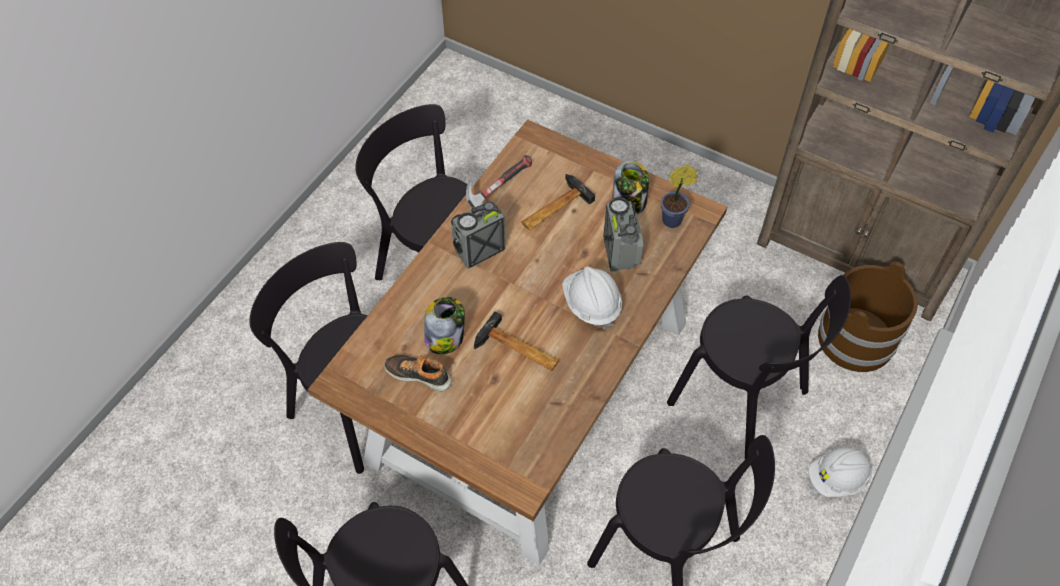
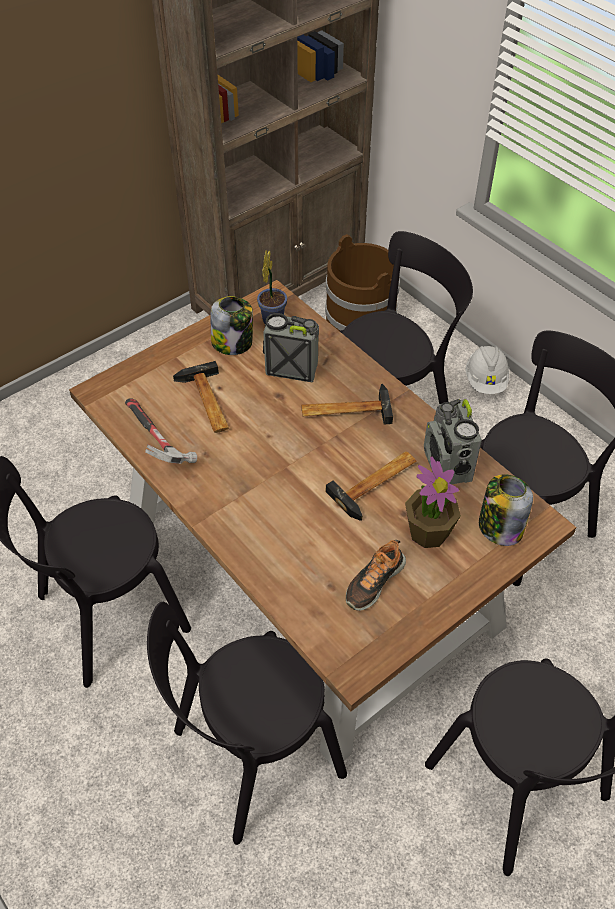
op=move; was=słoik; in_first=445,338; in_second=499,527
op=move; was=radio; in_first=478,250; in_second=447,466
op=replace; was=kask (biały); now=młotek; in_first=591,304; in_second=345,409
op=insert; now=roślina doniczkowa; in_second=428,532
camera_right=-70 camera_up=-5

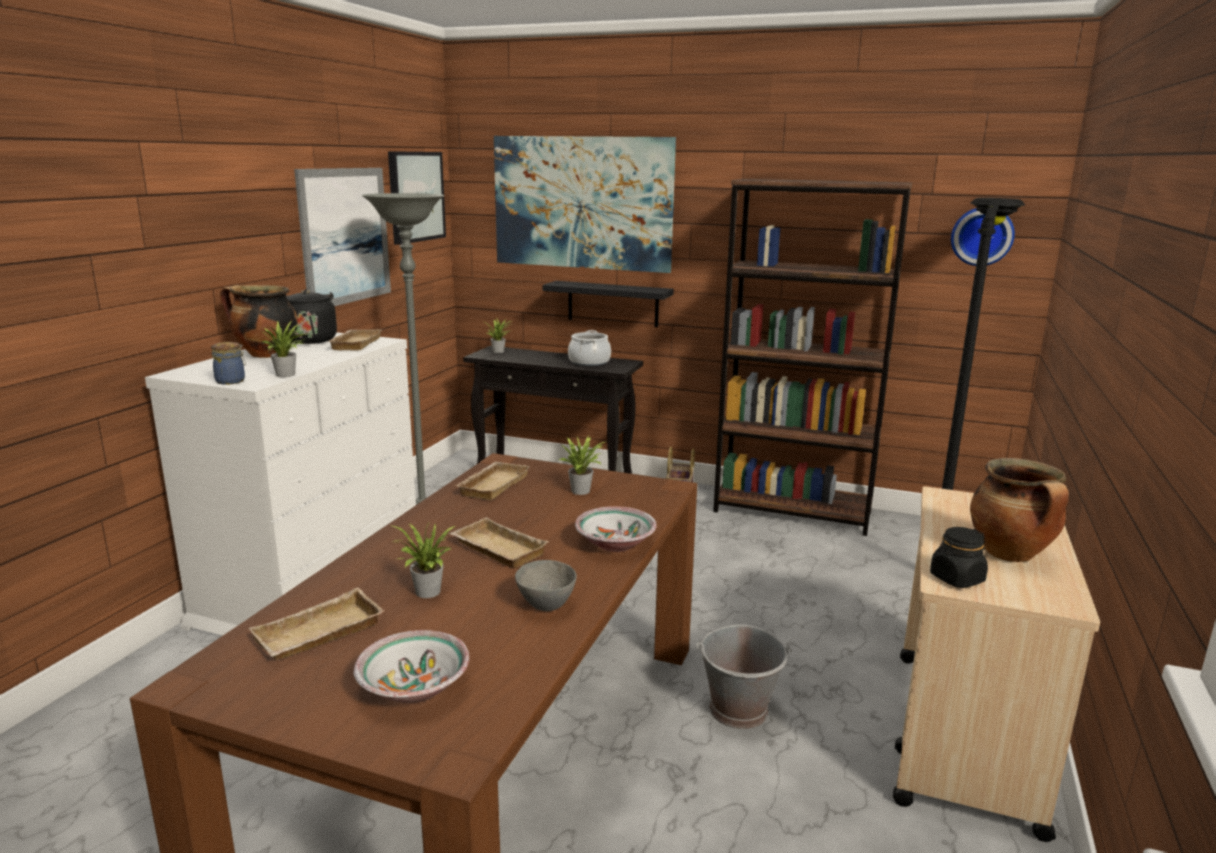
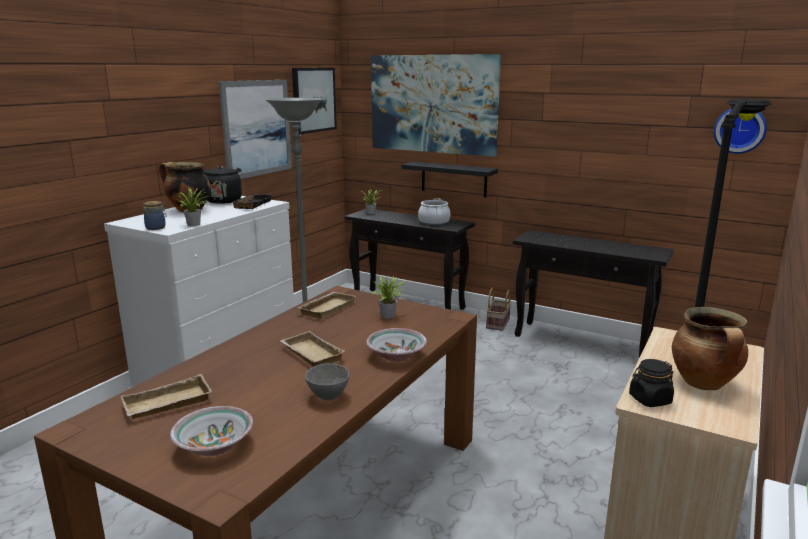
op=recolor; was=taca (beżowy); now=taca (czarny); in_first=354,344; in_second=251,204
op=delete; was=roślina doniczkowa; in_first=426,593
op=delete; was=wiadro (szary); in_first=739,710
op=replace; was=regał (brązowy); now=stolik konsolowy (czarny); in_first=793,511; in_second=583,342
camera_right=10 camera_up=0

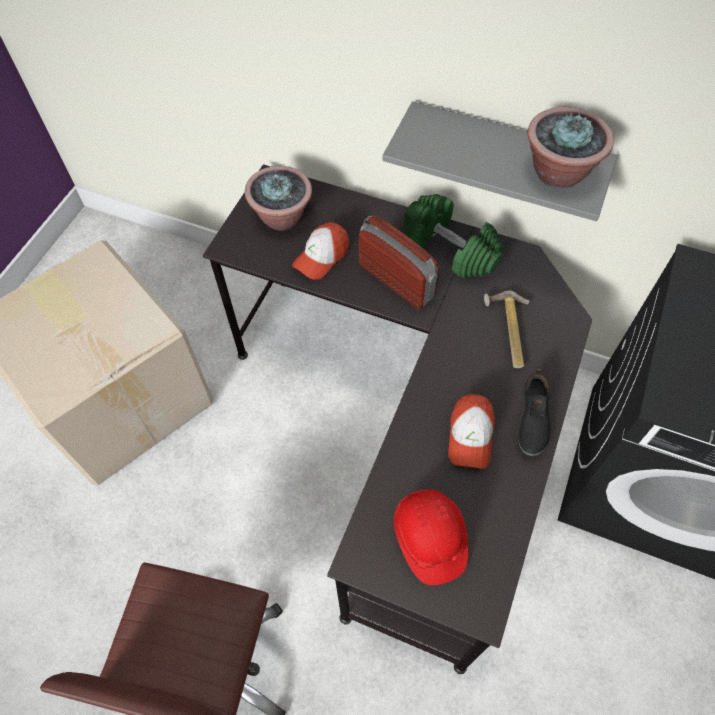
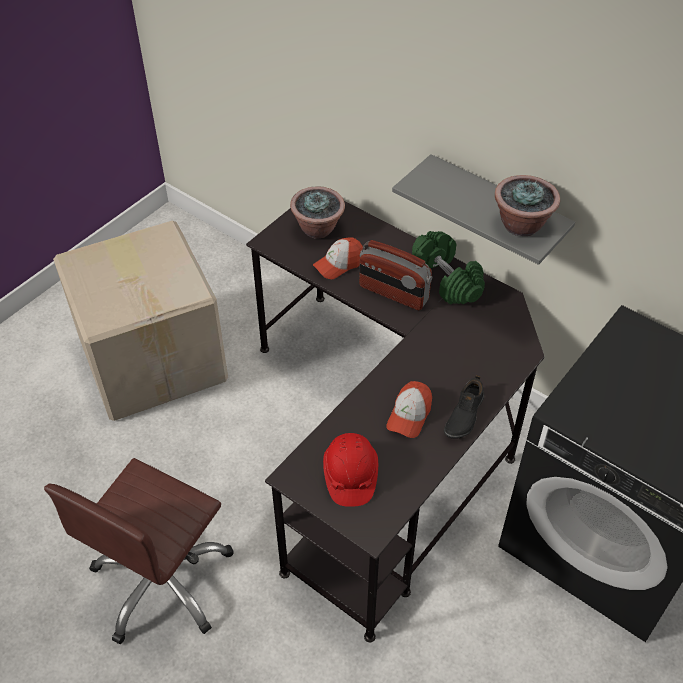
op=rotate; was=radio; in_first=397,280; in_second=393,293; clockwise=150
op=delete; was=młotek; in_first=507,331
camera_right=15 camera_up=-10

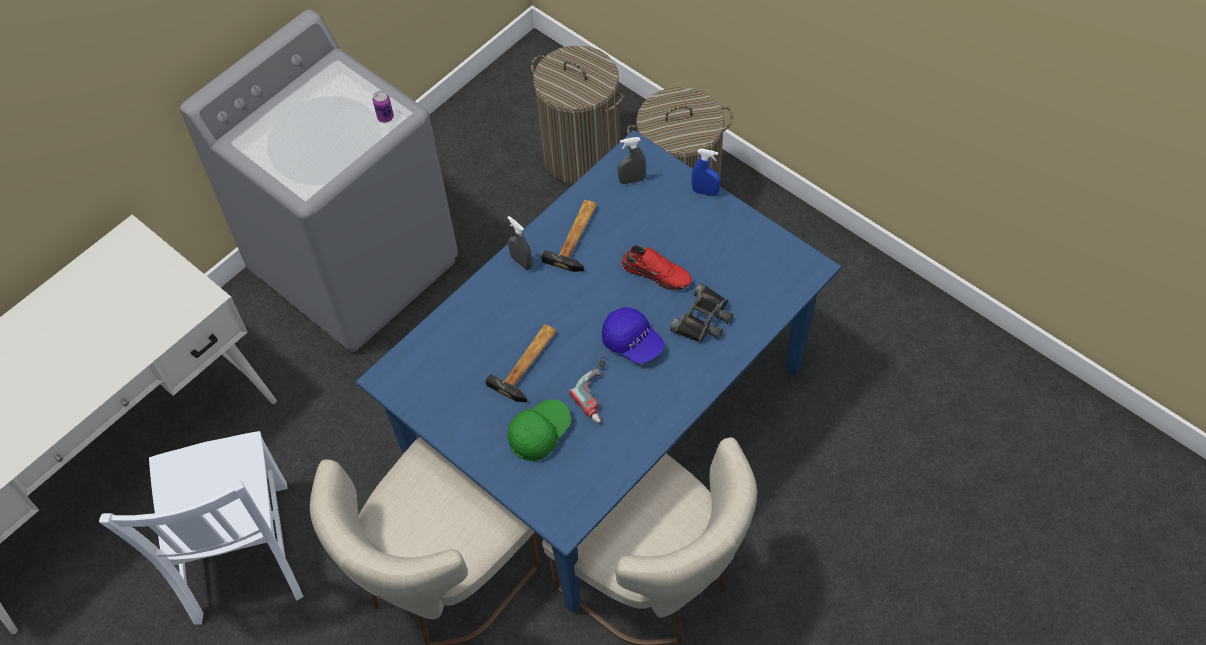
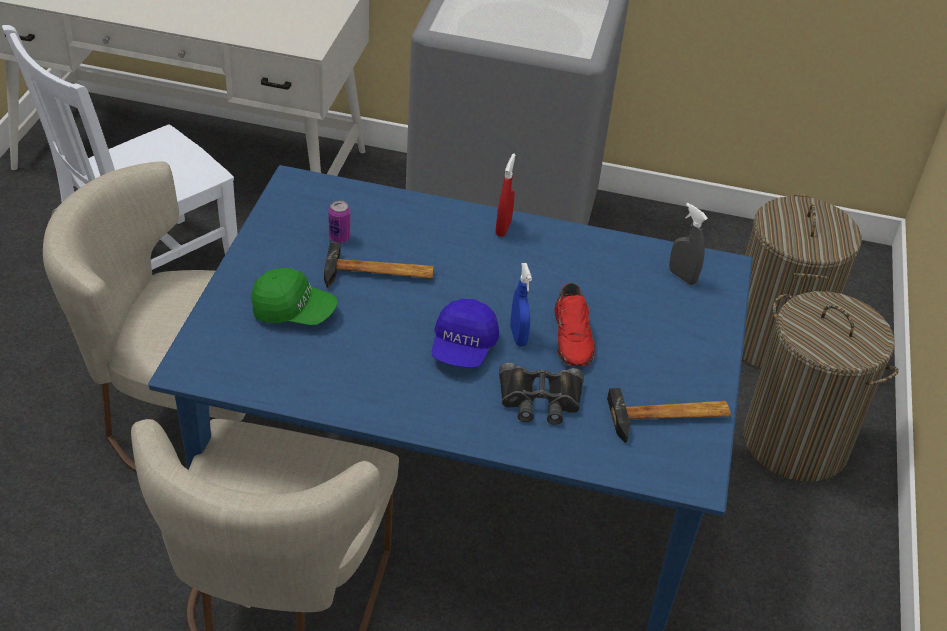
op=move; was=puszka; in_first=385,117; in_second=339,238
op=recolor; was=spryskiwacz (szary); now=spryskiwacz (czerwony); in_first=521,262; in_second=503,228
op=move; was=młotek; in_first=577,236; in_second=670,418
op=delete; was=wiertarka; in_first=600,392
op=move; was=spryskiwacz (niebieski); in_first=705,192; in_second=518,336
camera_right=55 camera_up=-15

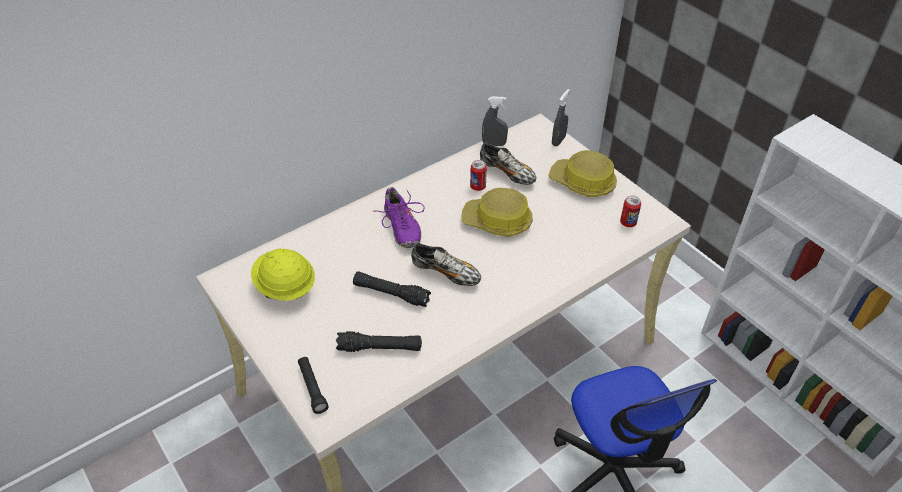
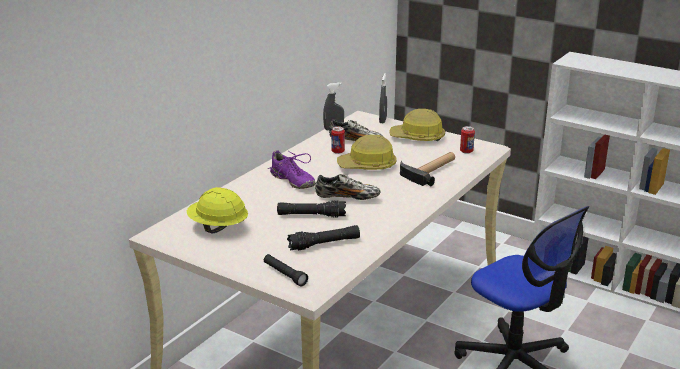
op=insert; now=młotek; in_second=431,170
camera_right=-20 camera_up=-20

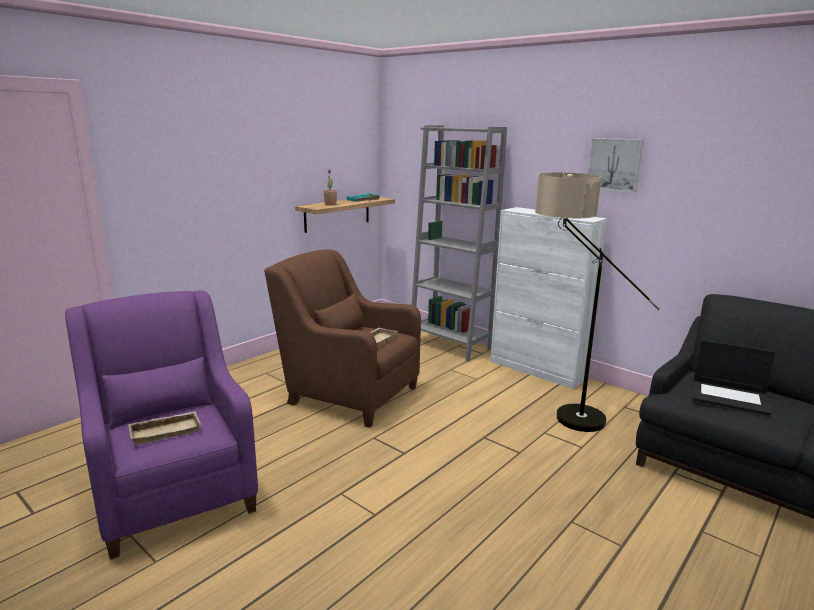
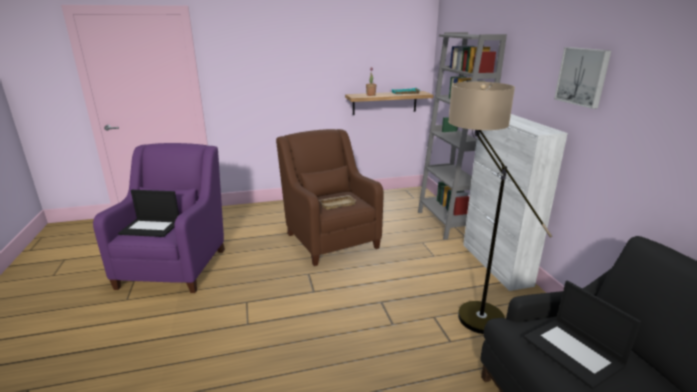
op=replace; was=taca (beżowy); now=laptop; in_first=166,430; in_second=151,227
camera_right=35 camera_up=5

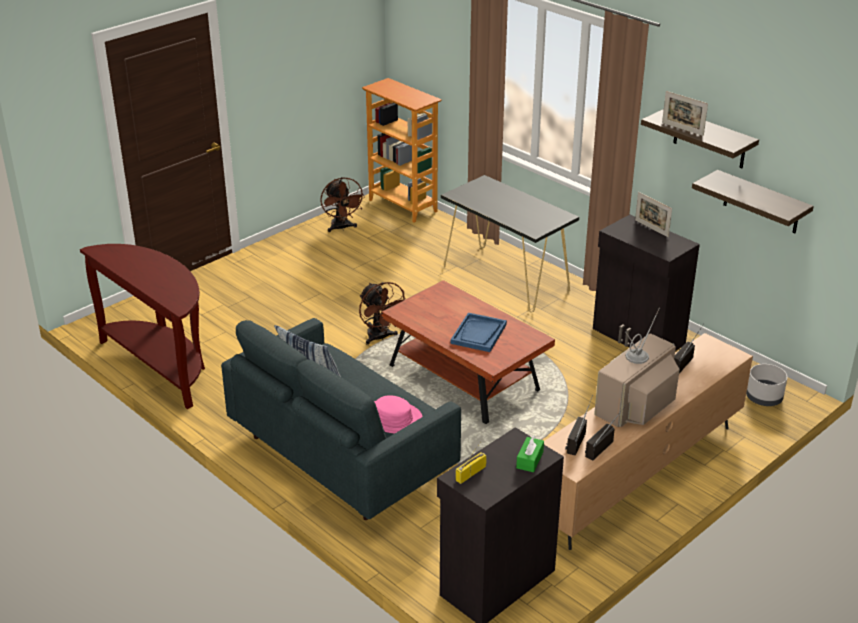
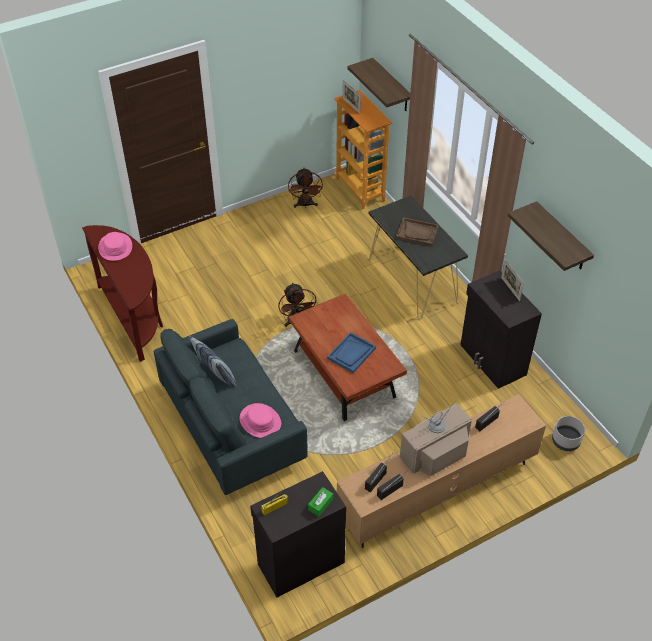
op=move; was=ramka na zdjęcie; in_first=682,129; in_second=351,106
op=move; was=półka; in_first=761,203; in_second=391,86
op=insert; now=kapelusz (różowy); in_second=115,247
op=insert; now=taca (brązowy); in_second=417,233
camera_right=15 camera_up=15

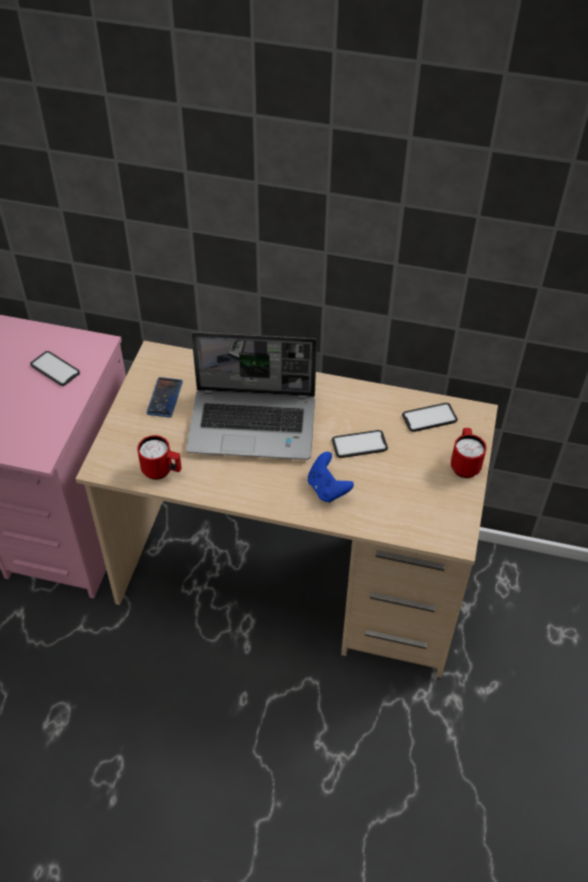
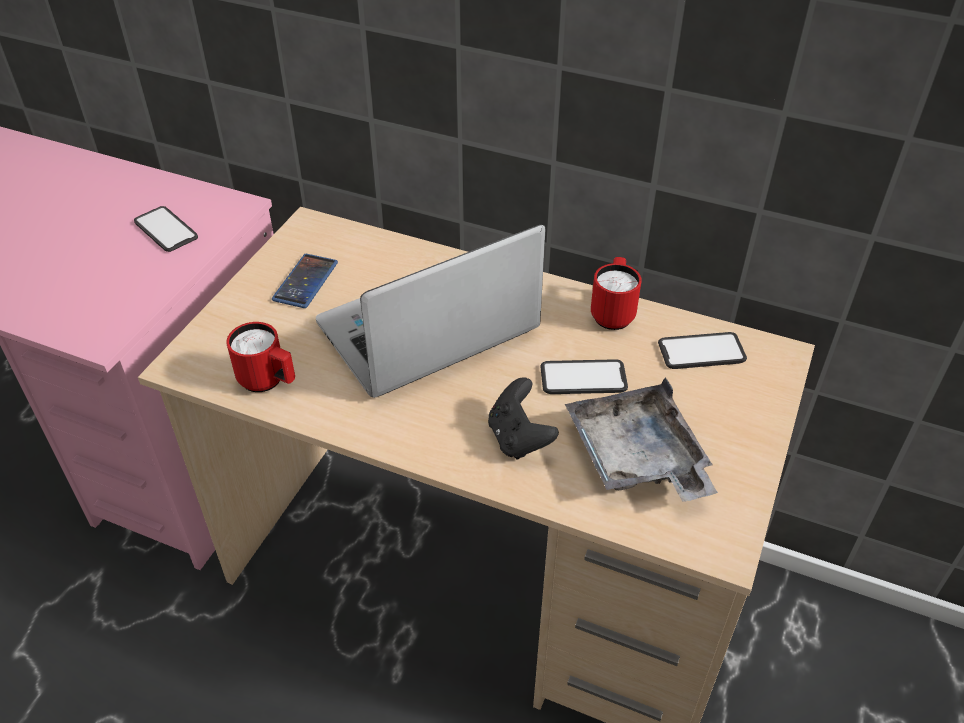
op=rotate; was=laptop; in_first=254,424; in_second=426,331; clockwise=135
op=recolor; was=pad do gier (niebieski); now=pad do gier (czarny); in_first=327,489; in_second=519,438
op=move; was=kubek (czerwony); in_first=464,464; in_second=613,313
op=insert; now=taca (szary); in_second=637,457
camera_right=10 camera_up=-5

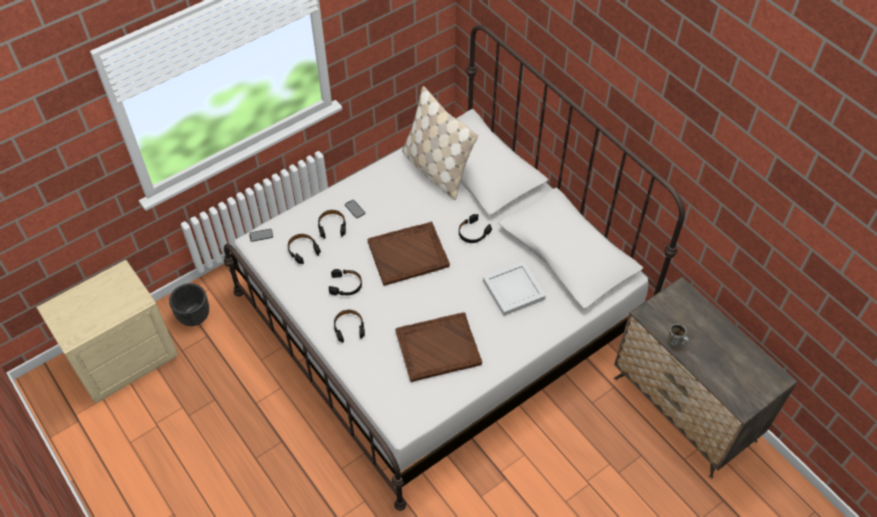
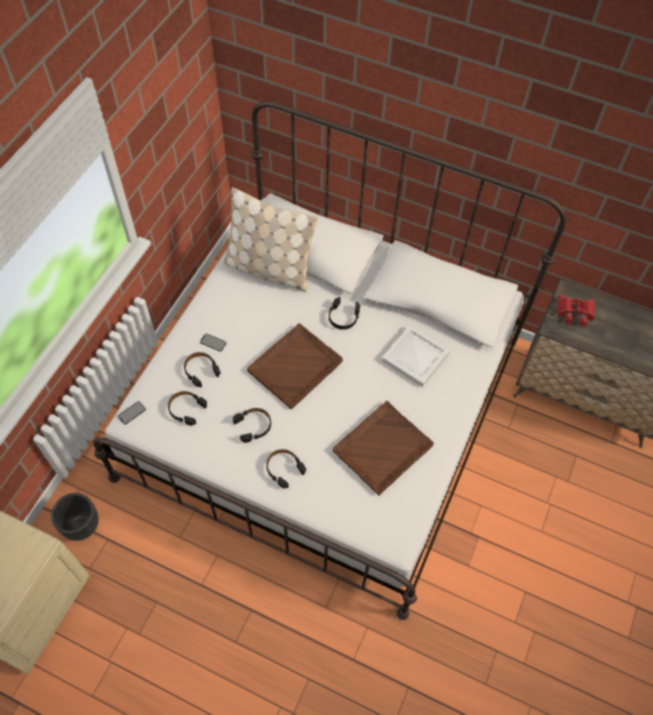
op=delete; was=kubek; in_first=676,342
op=insert; now=lornetka (czerwony); in_second=574,313
camera_right=-30 camera_up=5

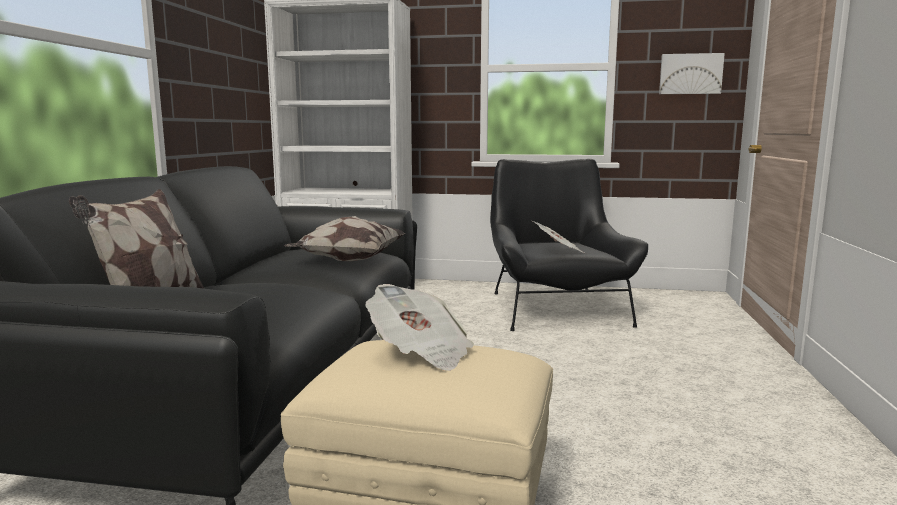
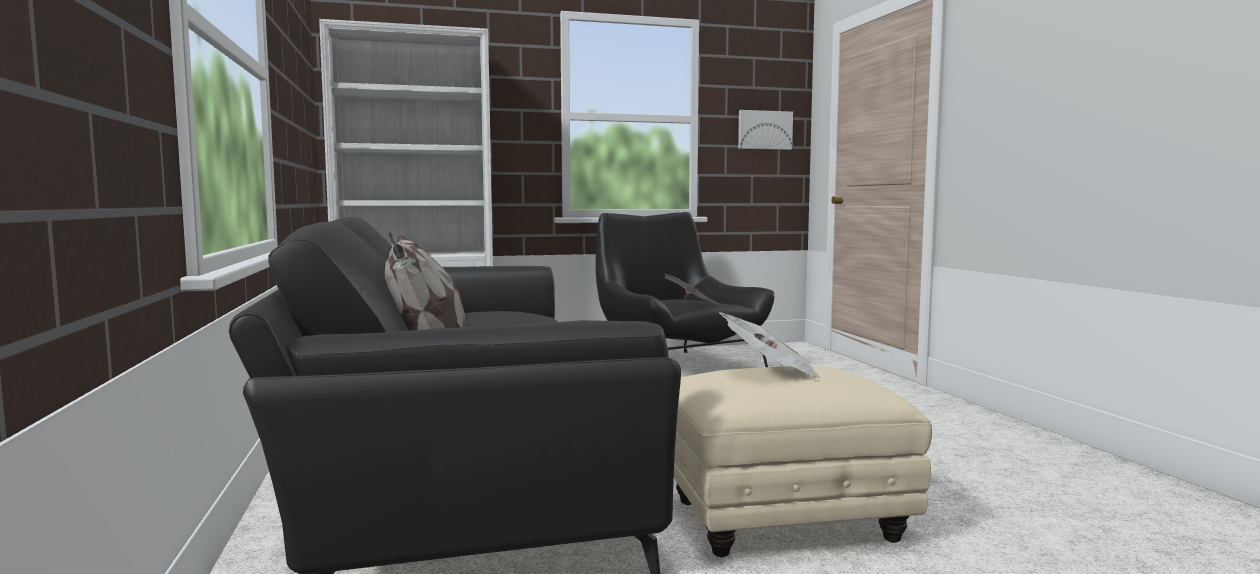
op=delete; was=poduszka; in_first=348,261
camera_right=-25 camera_up=-5

